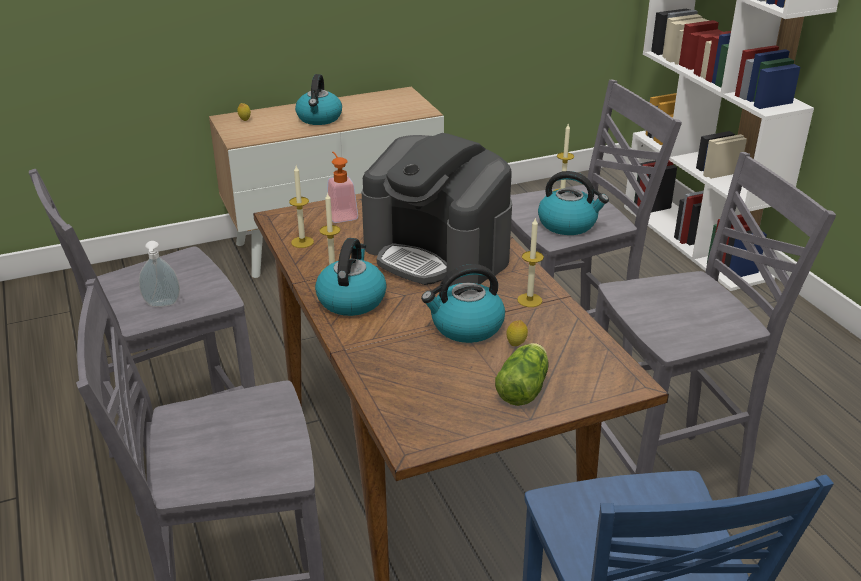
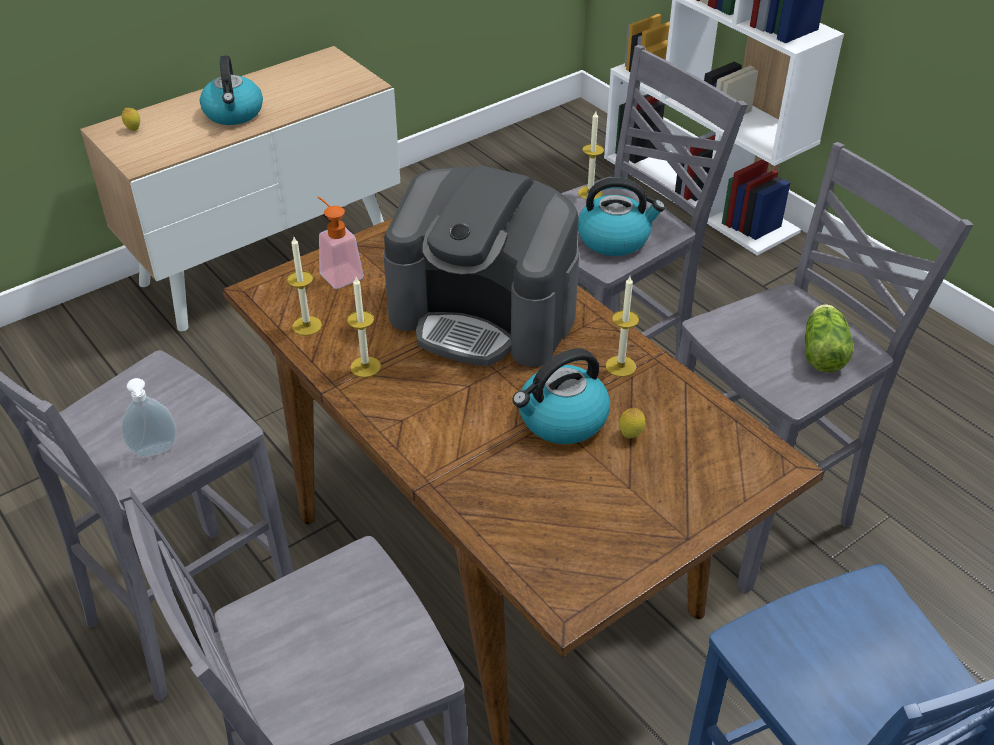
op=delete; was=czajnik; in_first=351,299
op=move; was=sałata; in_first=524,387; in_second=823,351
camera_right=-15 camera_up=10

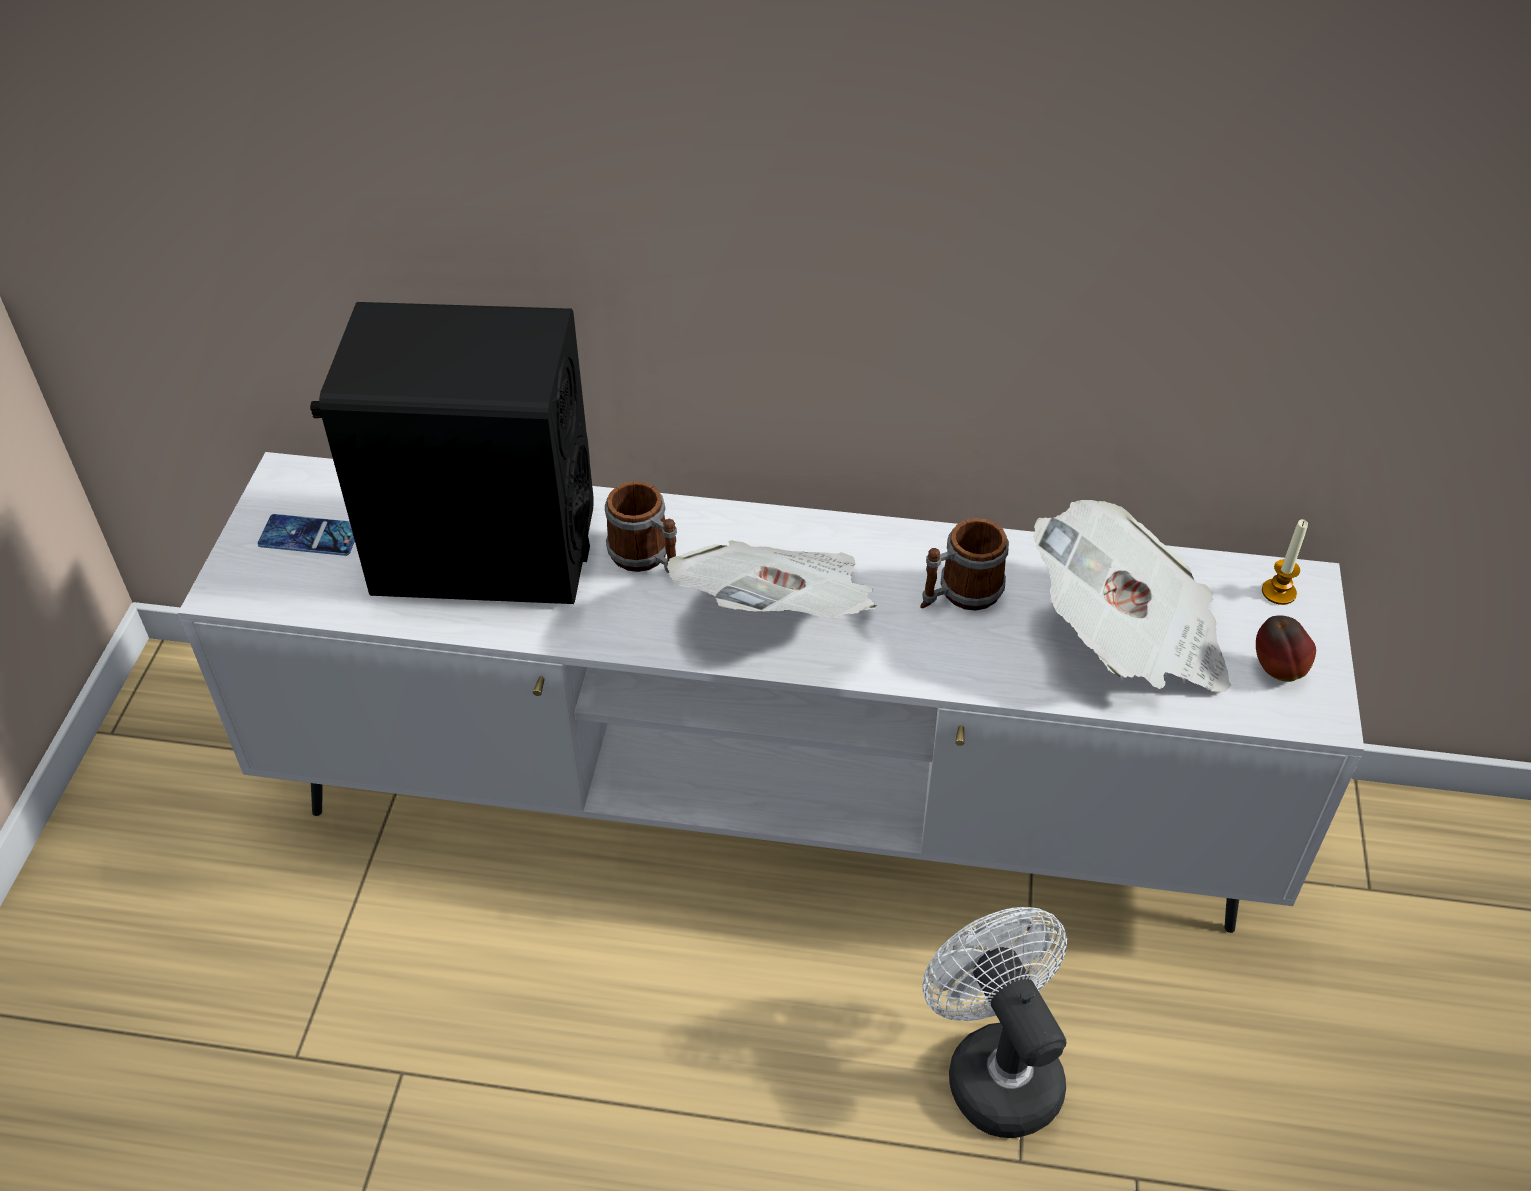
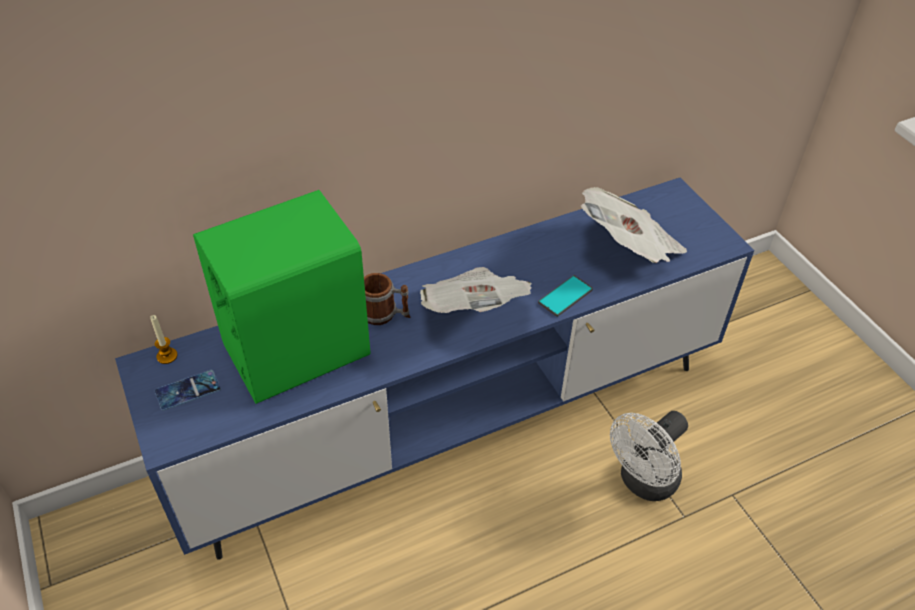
op=recolor; was=szafka pod telewizor (biały); now=szafka pod telewizor (niebieski); in_first=766,809; in_second=453,425
op=recolor; was=głośnik (czarny); now=głośnik (zielony); in_first=483,550; in_second=295,351
op=delete; was=kubek; in_first=960,594
op=rotate; was=wentylator (biały); in_first=994,1066; in_second=643,482; clockwise=-75
op=delete; was=jabłko; in_first=1276,671
op=move; was=świeca; in_first=1278,592; in_second=167,356
op=insert; now=telefon; in_second=565,296
camera_right=-35 camera_up=0

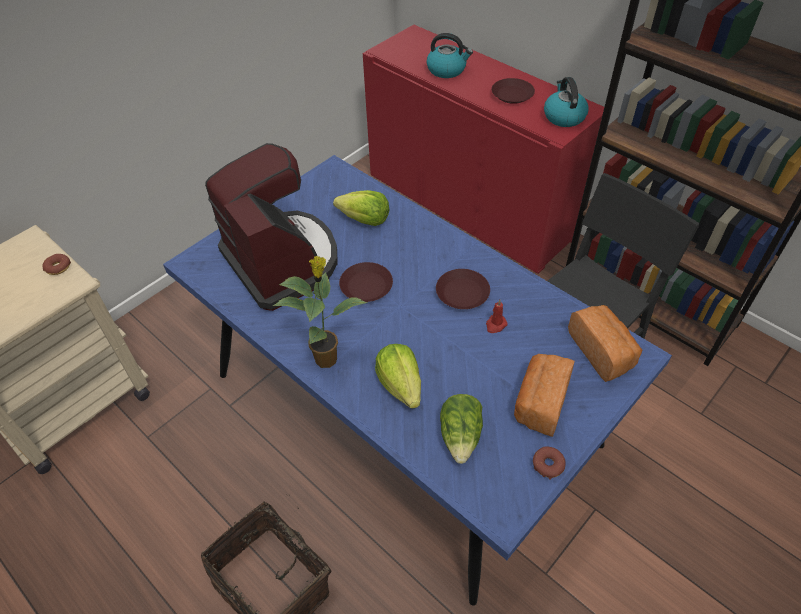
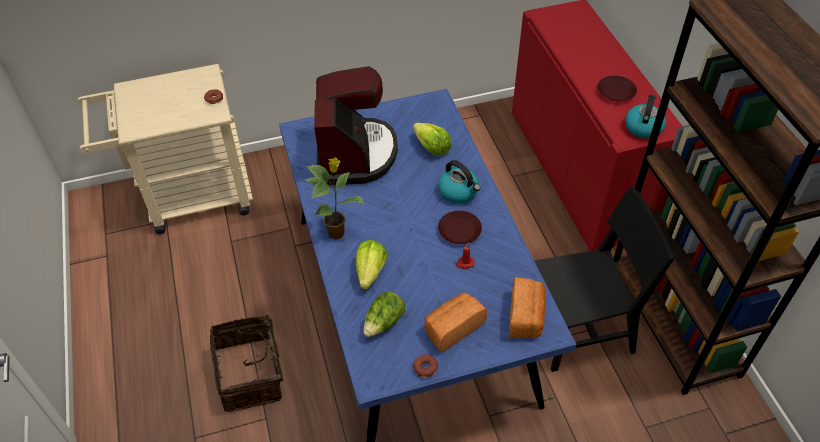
op=delete; was=talerz (brązowy); in_first=367,286
op=move; was=czajnik; in_first=447,70; in_second=459,191
camera_right=30 camera_up=0

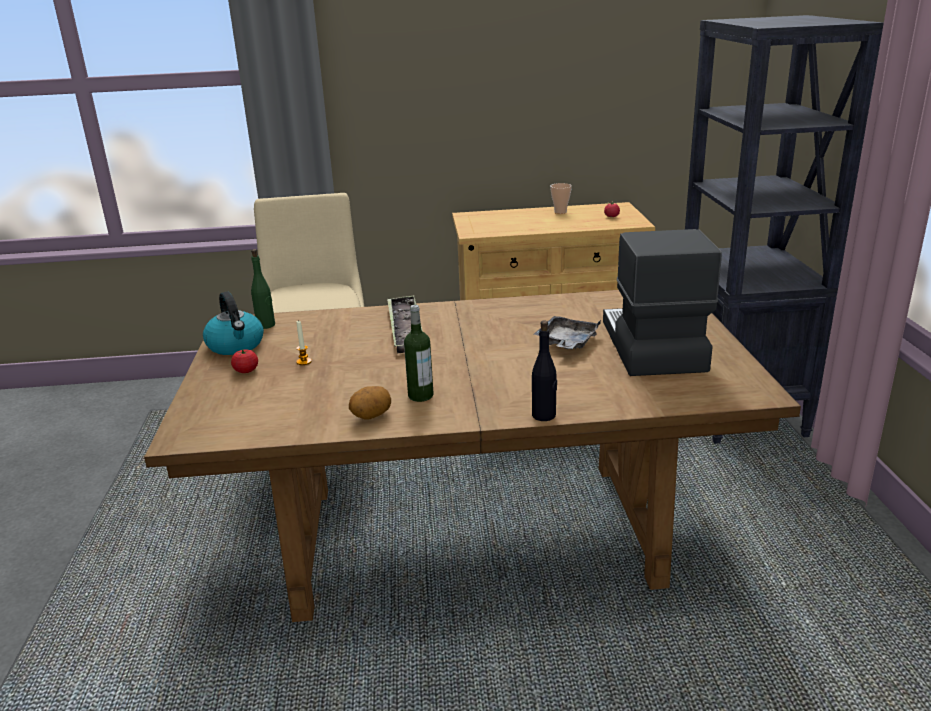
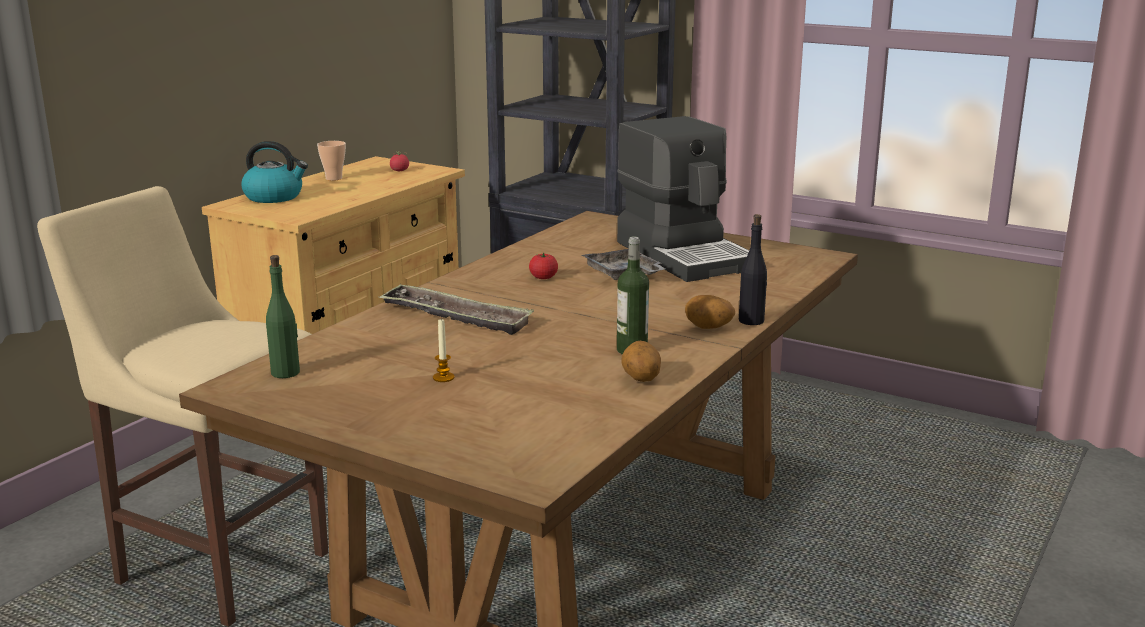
op=move; was=czajnik; in_first=236,345; in_second=274,197
op=move; was=pomidor; in_first=246,371; in_second=543,277
op=rotate; was=ekspres do kawy; in_first=651,346; in_second=685,255; clockwise=-150
op=insert; now=ziemniak; in_second=708,328
camera_right=-55 camera_up=-5

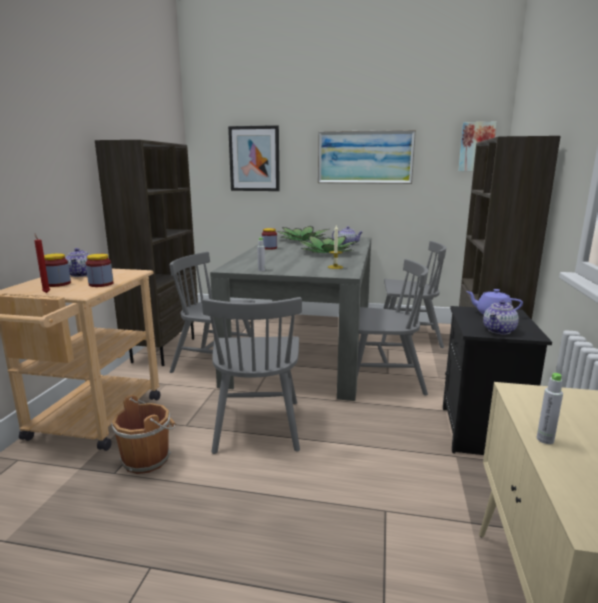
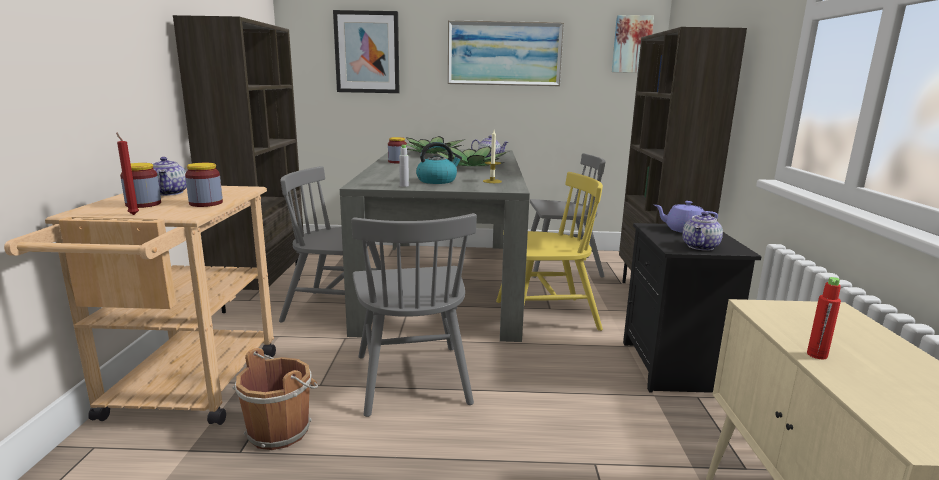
op=recolor; was=krzesło (szary); now=krzesło (żółty); in_first=382,379; in_second=545,316
op=recolor; was=butelka (szary); now=butelka (czerwony); in_first=545,439; in_second=817,355
op=insert; now=czajnik; in_second=437,181
camera_right=-10 camera_up=0

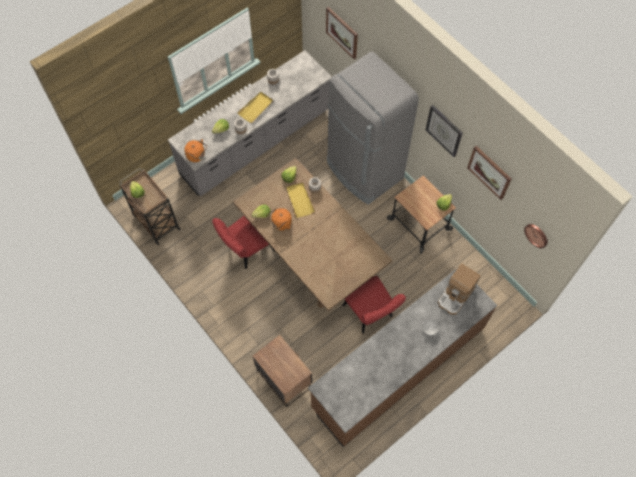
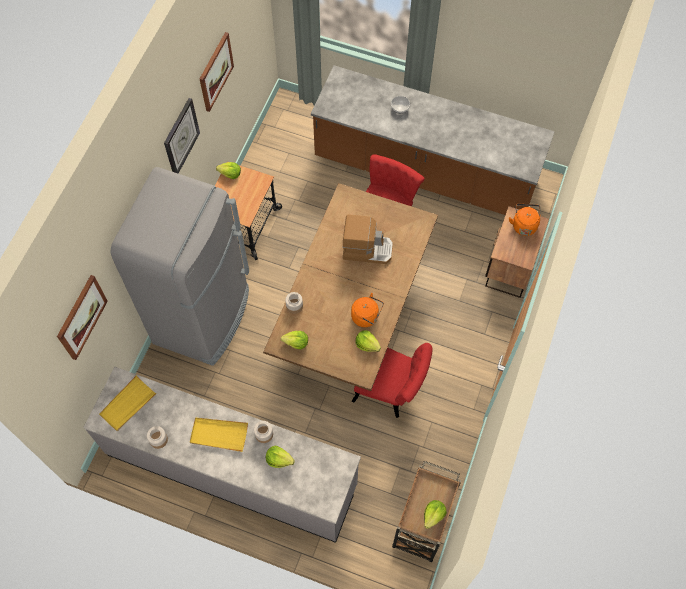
op=move; was=czajnik (pomarańczowy); in_first=197,156; in_second=524,225
op=move; was=taca (żółty); in_first=299,200; in_second=128,404
op=move; was=ekspres do kawy; in_first=456,296; in_second=367,249
op=delete; was=zegar ścienny; in_first=537,235
camera_right=-120 camera_up=0

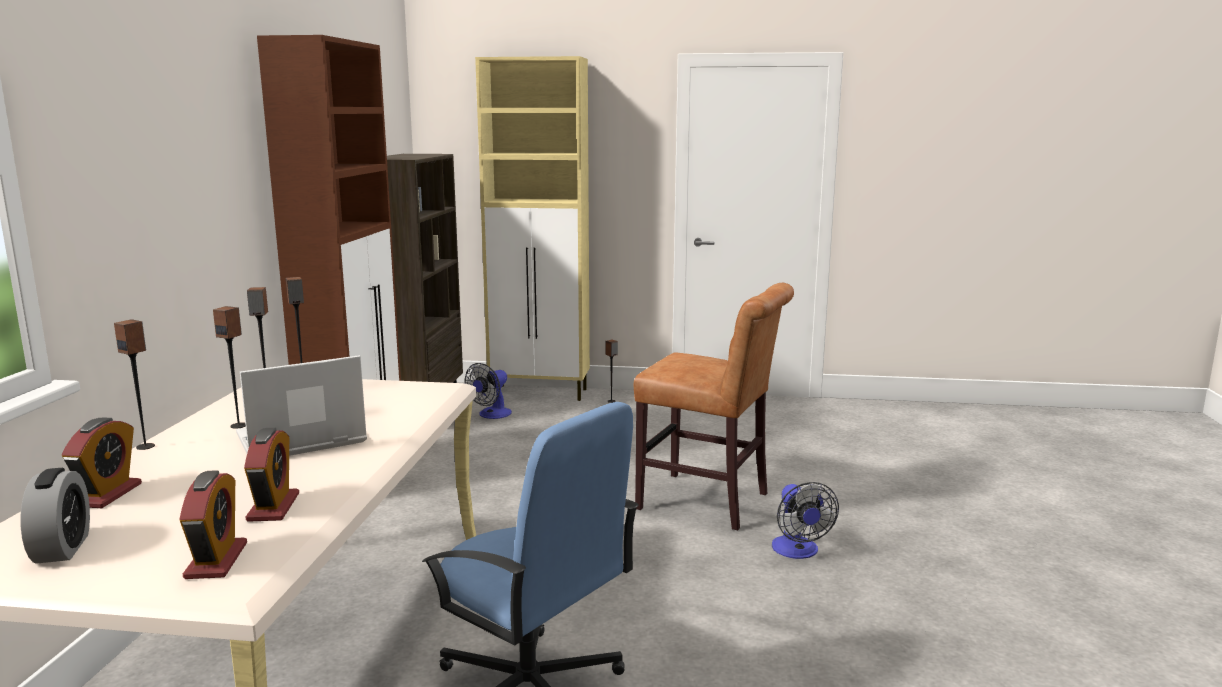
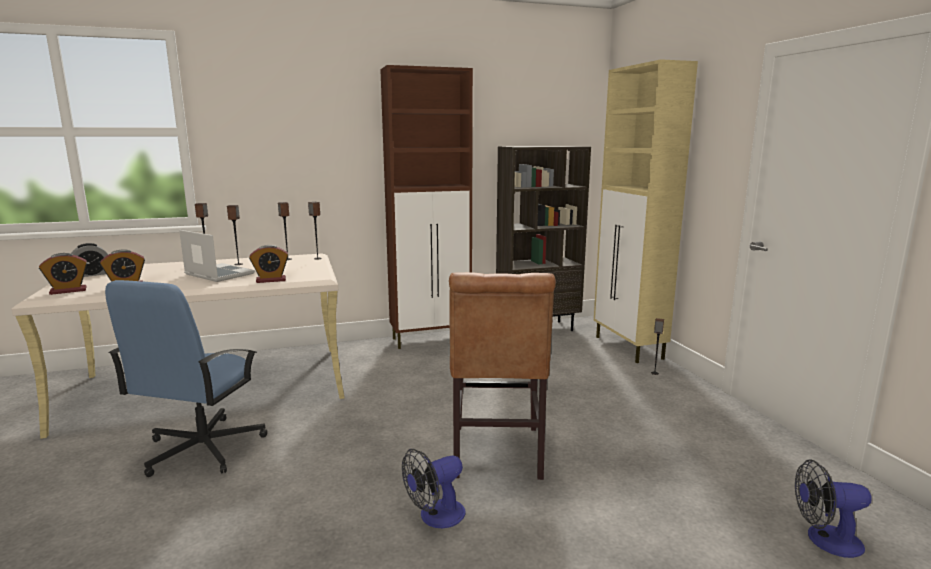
op=move; was=budzik; in_first=107,495; in_second=271,280
op=move; was=wentylator; in_first=491,415; in_second=825,540
camera_right=65 camera_up=0

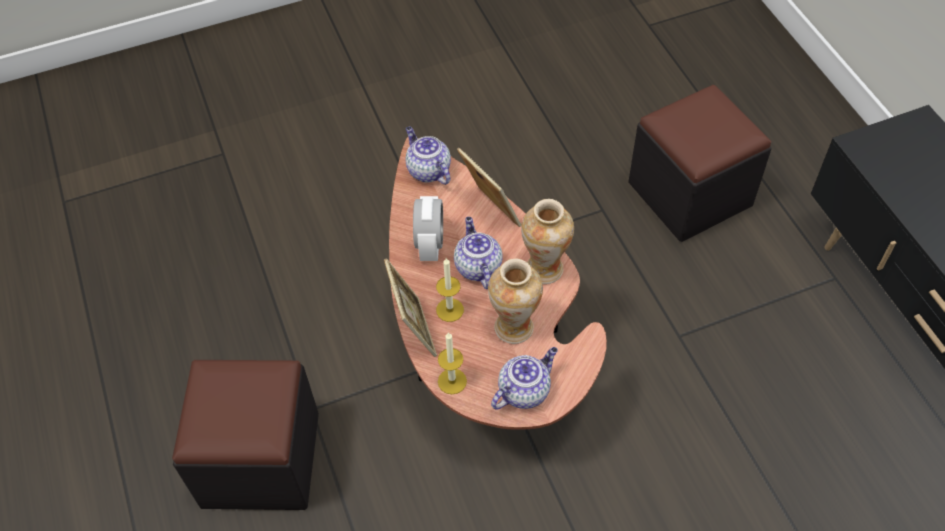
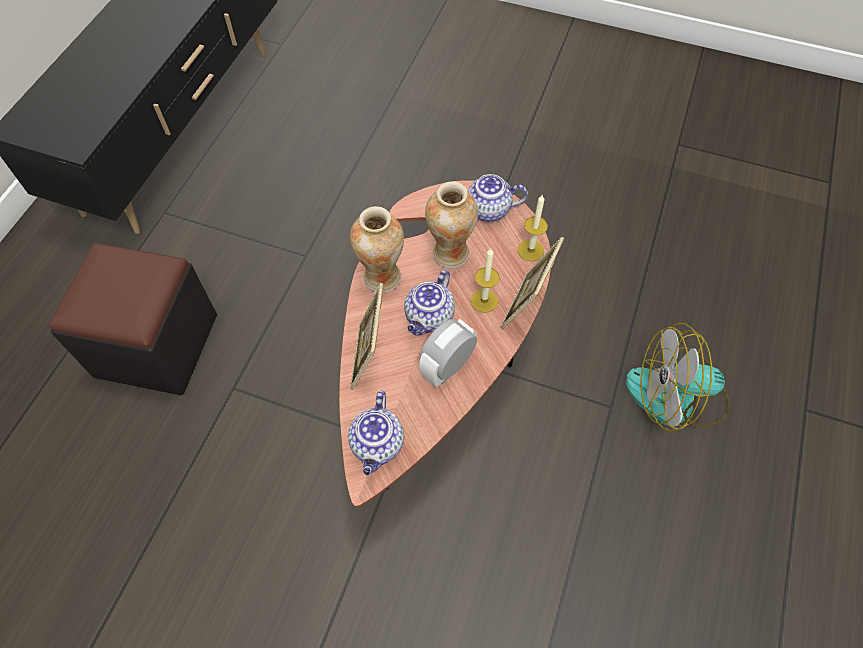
op=replace; was=pufa (czarny); now=wentylator; in_first=260,459; in_second=676,397
camera_right=-140 camera_up=5

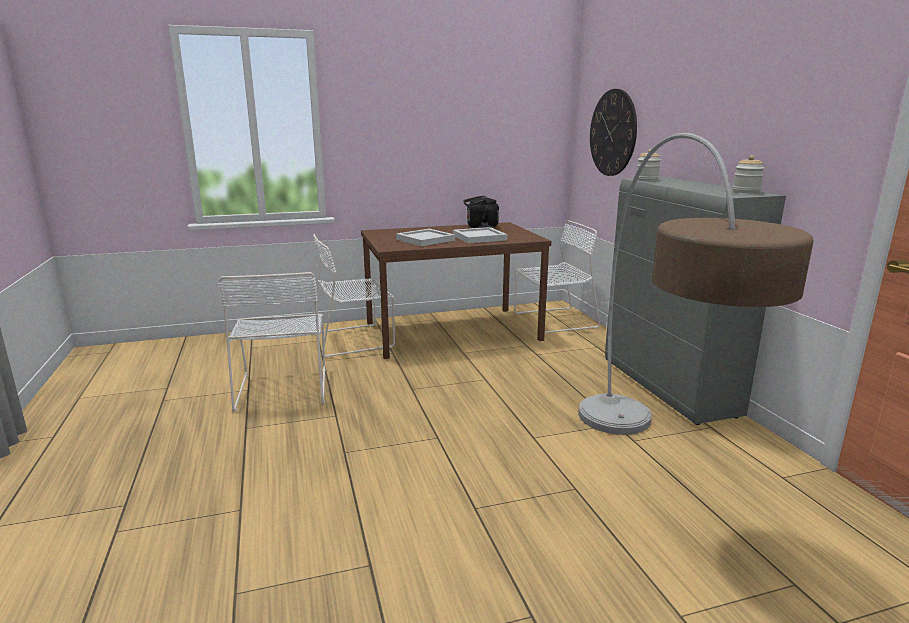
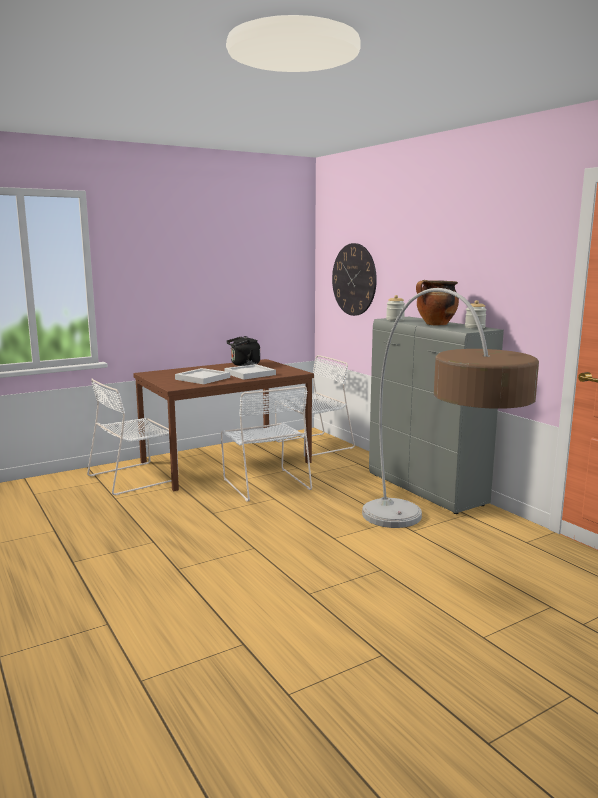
op=move; was=krzesło (biały); in_first=283,387; in_second=265,483
op=insert; now=garnek; in_second=435,324
camera_right=-15 camera_up=-5

